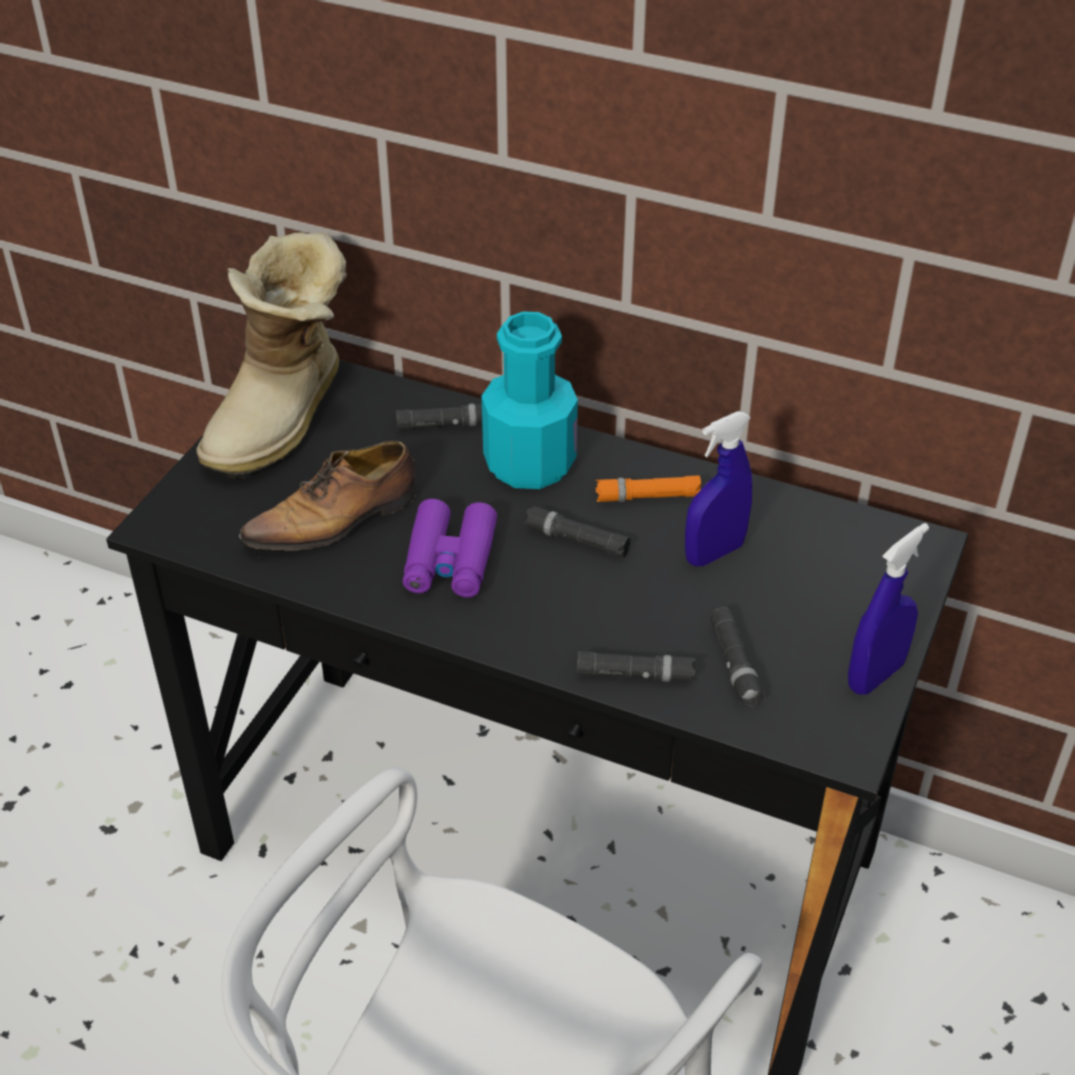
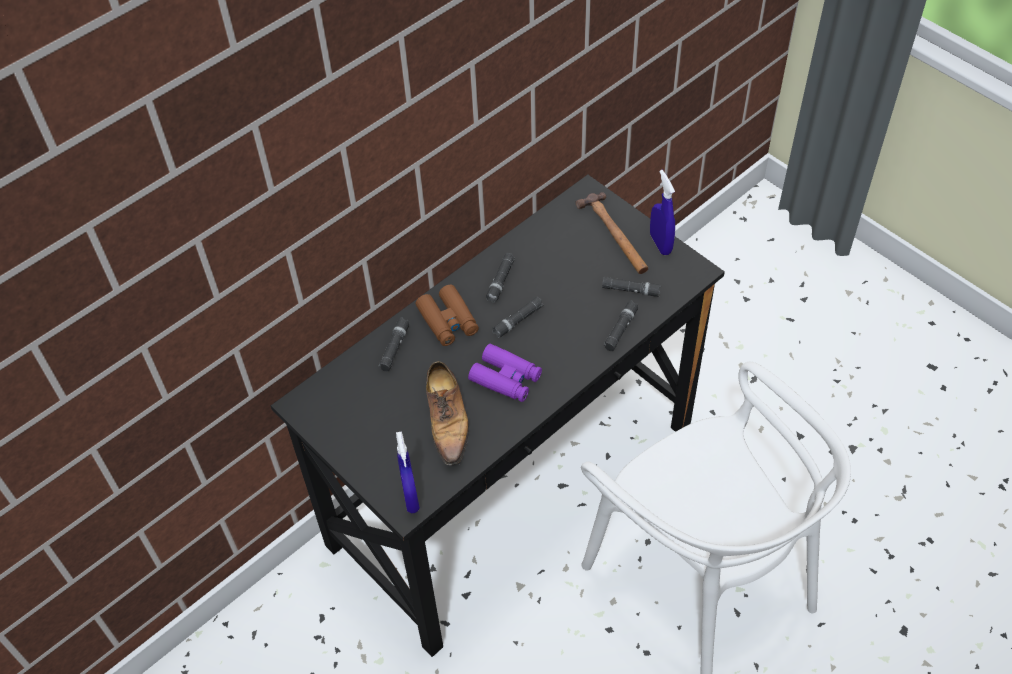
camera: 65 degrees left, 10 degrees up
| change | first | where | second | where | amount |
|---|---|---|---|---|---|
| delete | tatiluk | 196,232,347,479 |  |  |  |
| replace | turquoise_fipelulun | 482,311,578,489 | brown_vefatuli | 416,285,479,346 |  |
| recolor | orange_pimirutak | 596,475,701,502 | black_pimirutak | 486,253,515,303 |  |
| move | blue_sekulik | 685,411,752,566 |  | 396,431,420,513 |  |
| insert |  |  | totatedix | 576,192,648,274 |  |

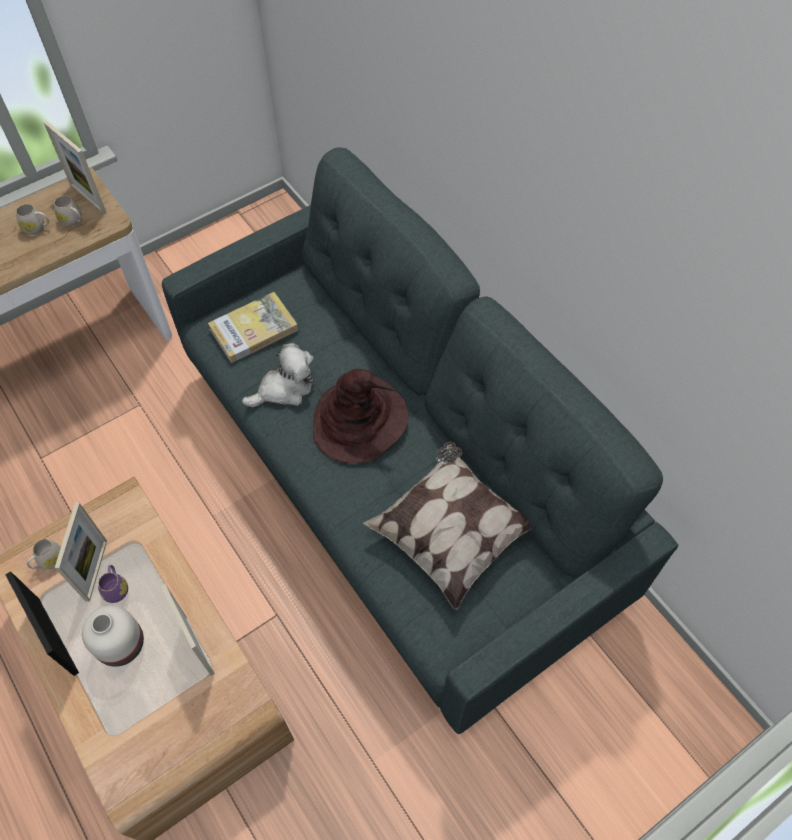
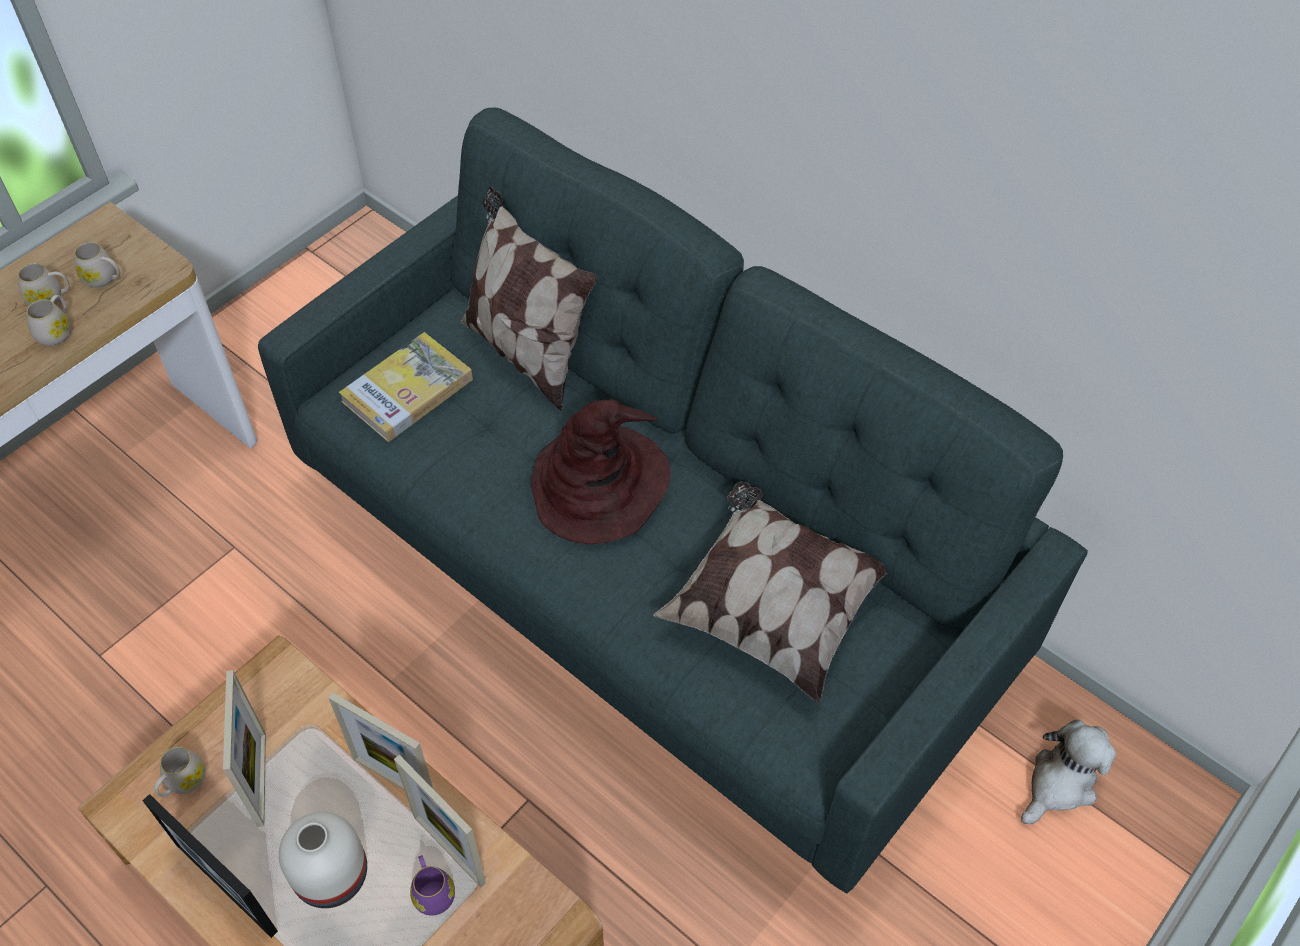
camera: 15 degrees left, 5 degrees down
| change | first | where | second | where | amount |
|---|---|---|---|---|---|
| move | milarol | 43,121,106,214 |  | 328,692,433,790 |  |
| move | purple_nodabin | 98,565,128,603 |  | 410,855,455,916 |  |
| move | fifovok | 242,343,314,407 |  | 1021,719,1116,824 |  |
| insert |  |  | white_nodabin | 27,295,71,346 |  |
| insert |  |  | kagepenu | 461,187,597,411 |  |

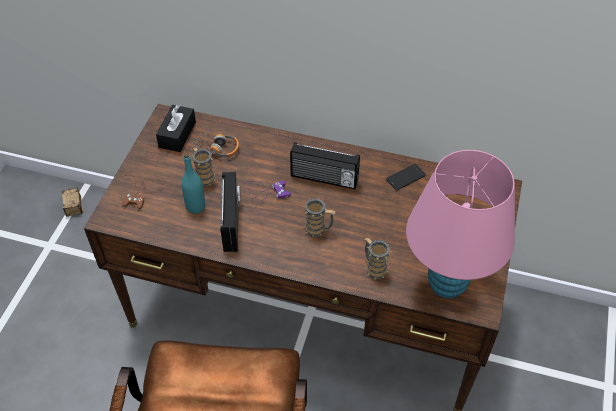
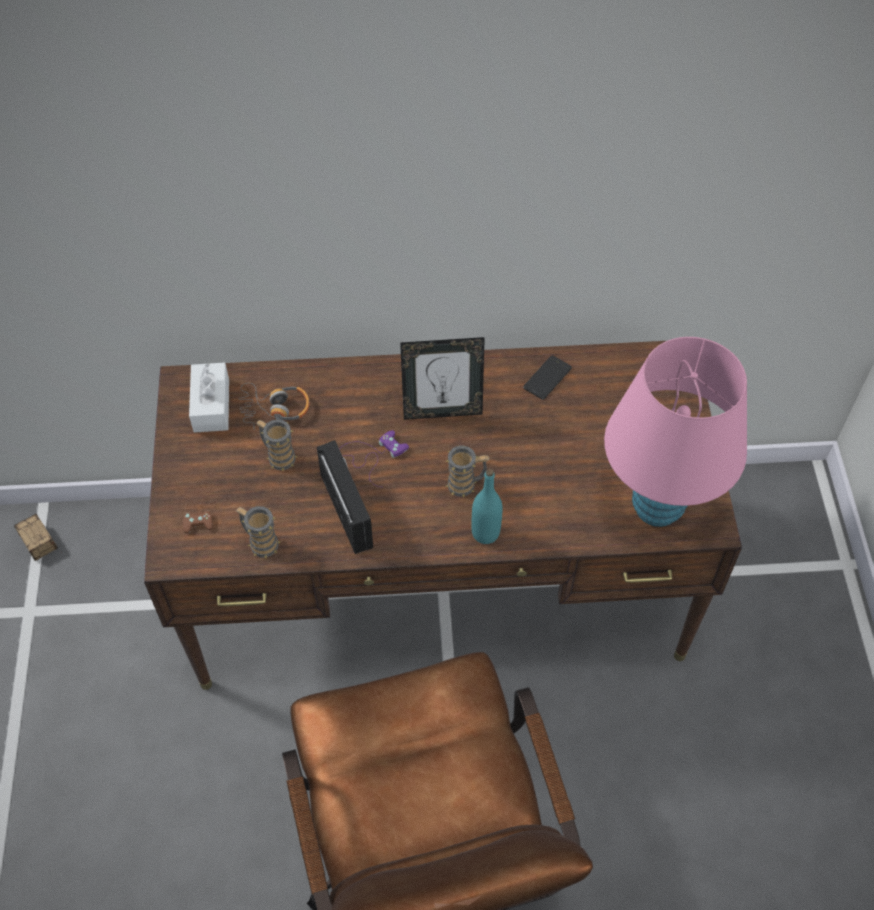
camera: 20 degrees left, 5 degrees up
| change | first | where | second | where | amount |
|---|---|---|---|---|---|
| recolor | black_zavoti | 156,105,196,152 | white_zavoti | 189,363,229,433 |  |
| move | turquoise_fipelulun | 181,153,205,214 |  | 471,469,503,544 |  |
| replace | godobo | 290,142,360,189 | milarol | 400,337,485,420 |  |
| move | nodabin | 365,238,391,279 |  | 236,506,280,558 |  |

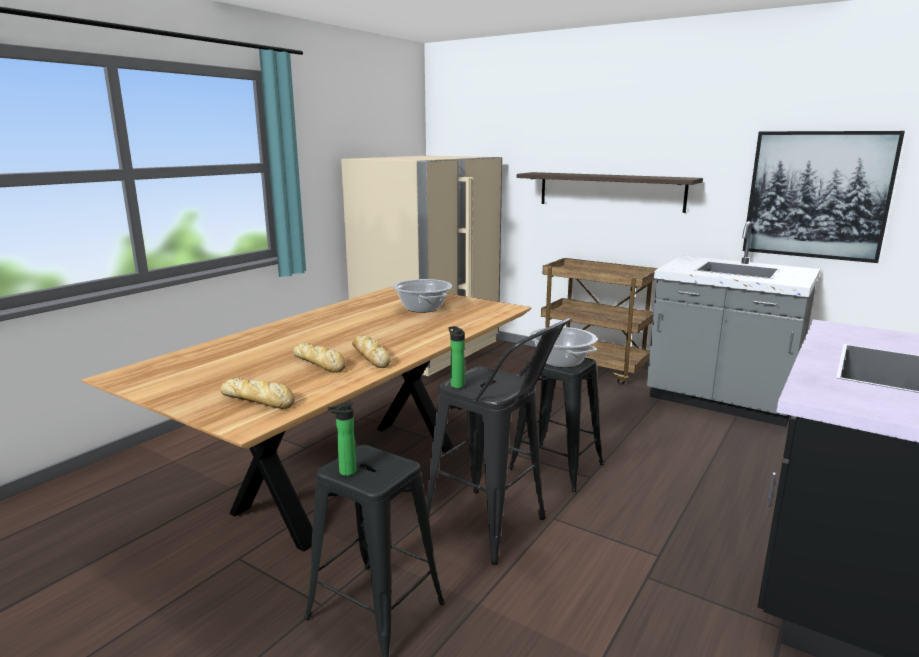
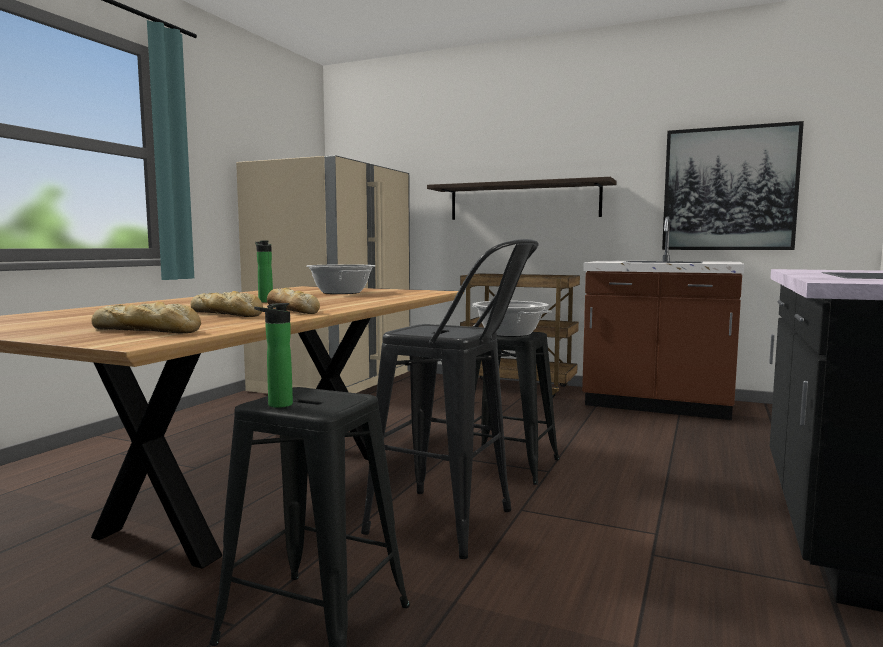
camera: 10 degrees left, 10 degrees down
| change | first | where | second | where | amount |
|---|---|---|---|---|---|
| move | fipelulun | 448,326,465,388 |  | 255,241,273,302 |  |
| recolor | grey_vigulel | 647,221,820,427 | brown_vigulel | 582,216,745,420 |  |

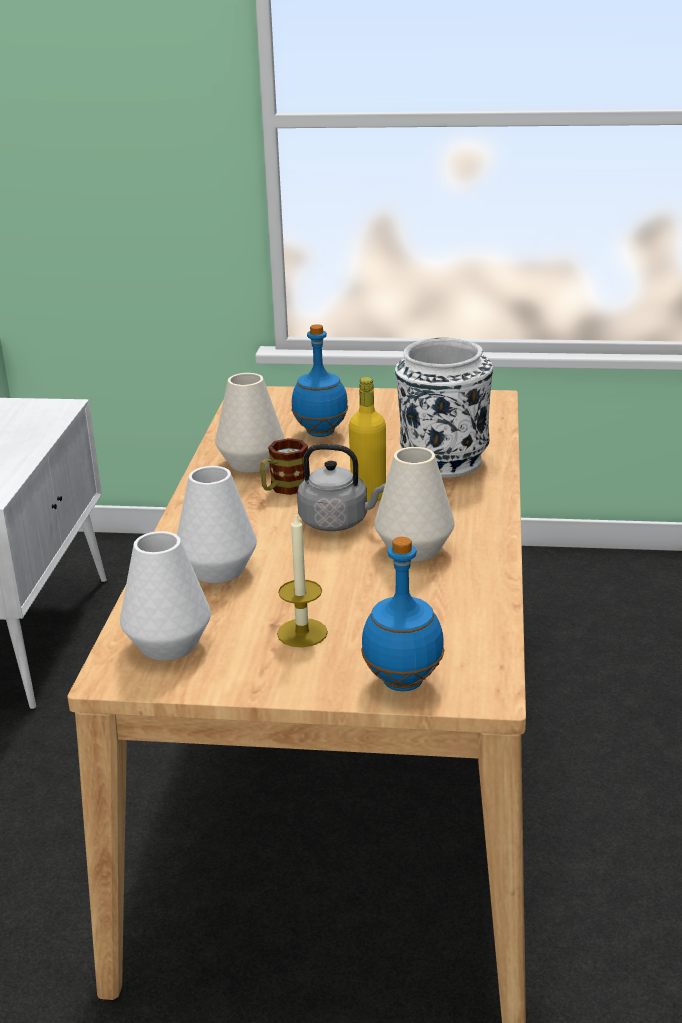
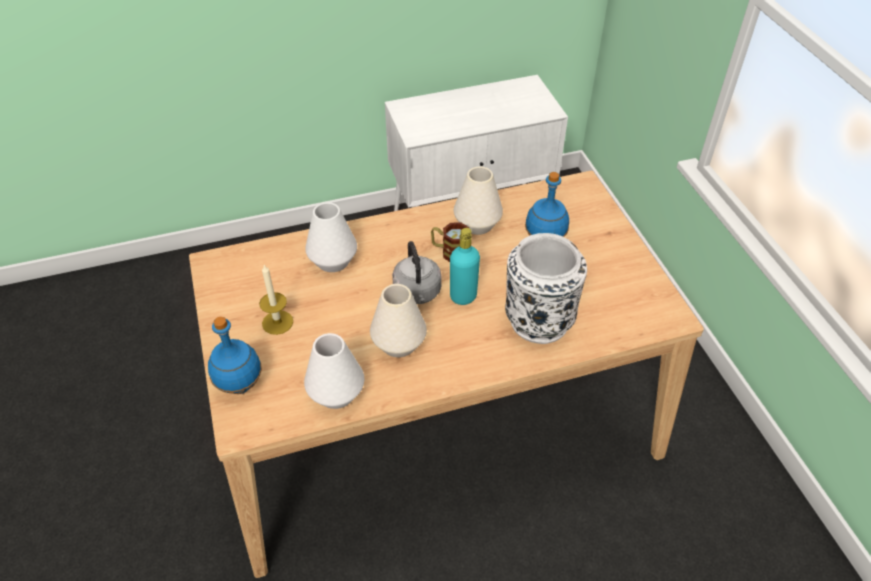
camera: 65 degrees right, 20 degrees up
| change | first | where | second | where | amount |
|---|---|---|---|---|---|
| move | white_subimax | 120,531,211,661 |  | 304,333,364,409 |  |
| recolor | yellow_fipelulun | 349,377,386,502 | turquoise_fipelulun | 450,228,480,305 |  |

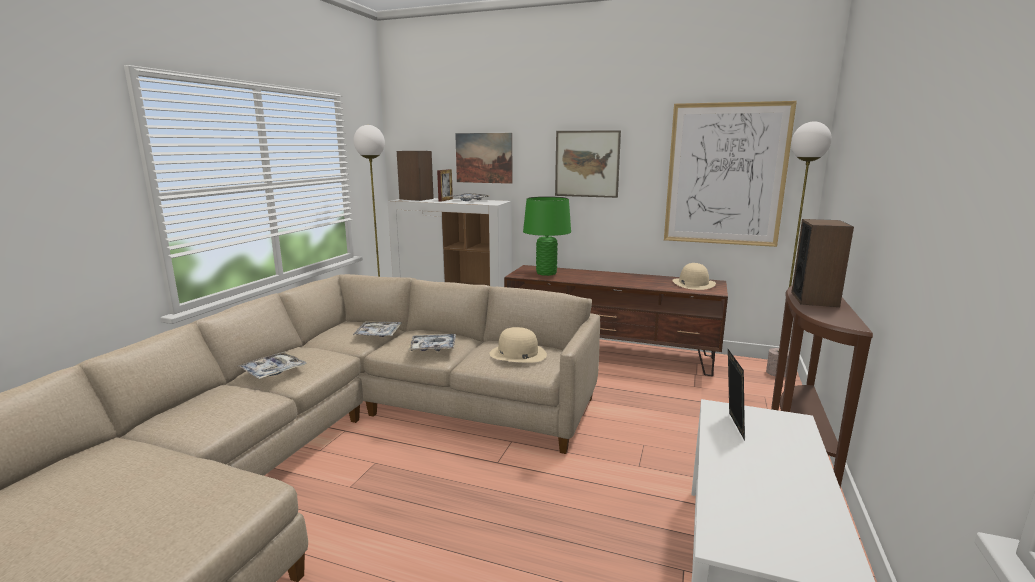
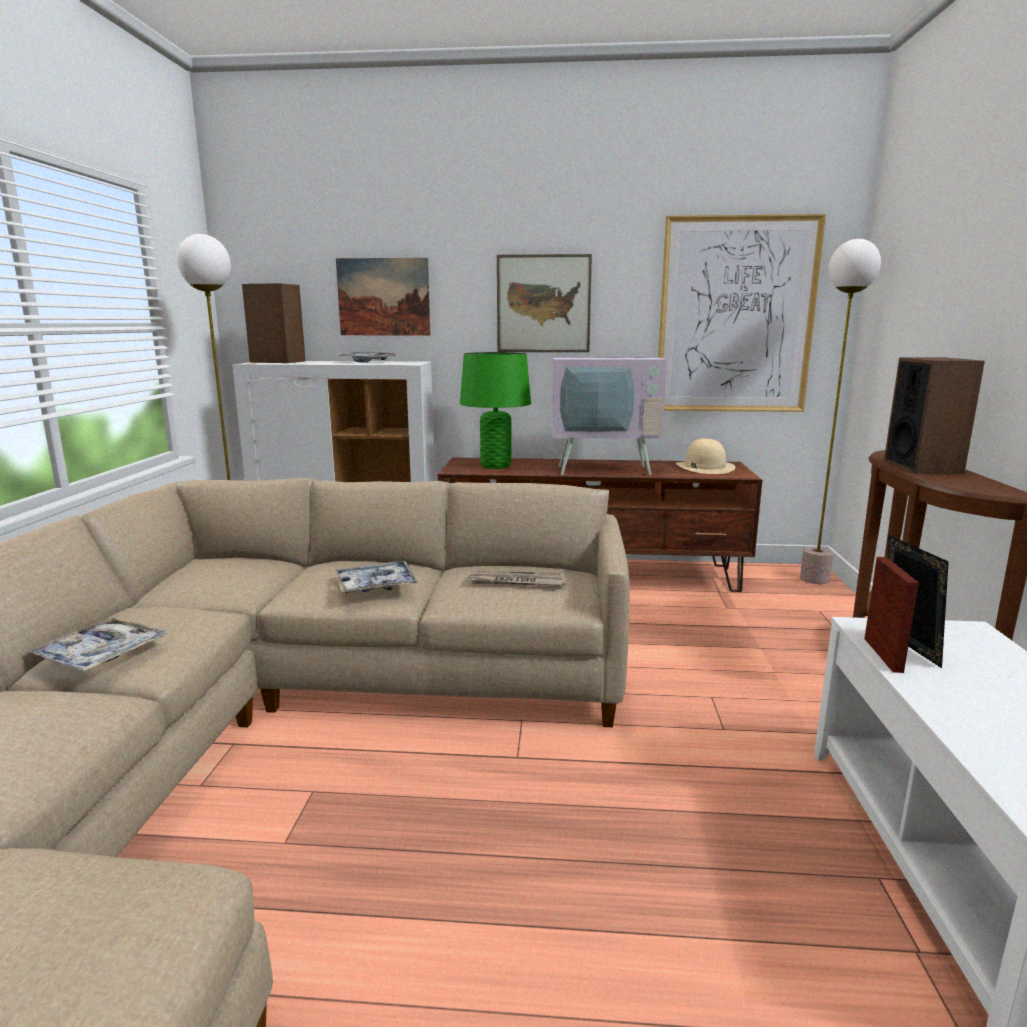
camera: 15 degrees left, 0 degrees up
| change | first | where | second | where | amount |
|---|---|---|---|---|---|
| delete | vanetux | 353,321,402,337 |  |  |  |
| move | milarol | 437,169,453,202 |  | 864,557,919,673 |  |
| replace | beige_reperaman | 489,327,547,363 | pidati | 469,571,566,585 |  |
| insert |  |  | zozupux | 551,312,667,475 |  |

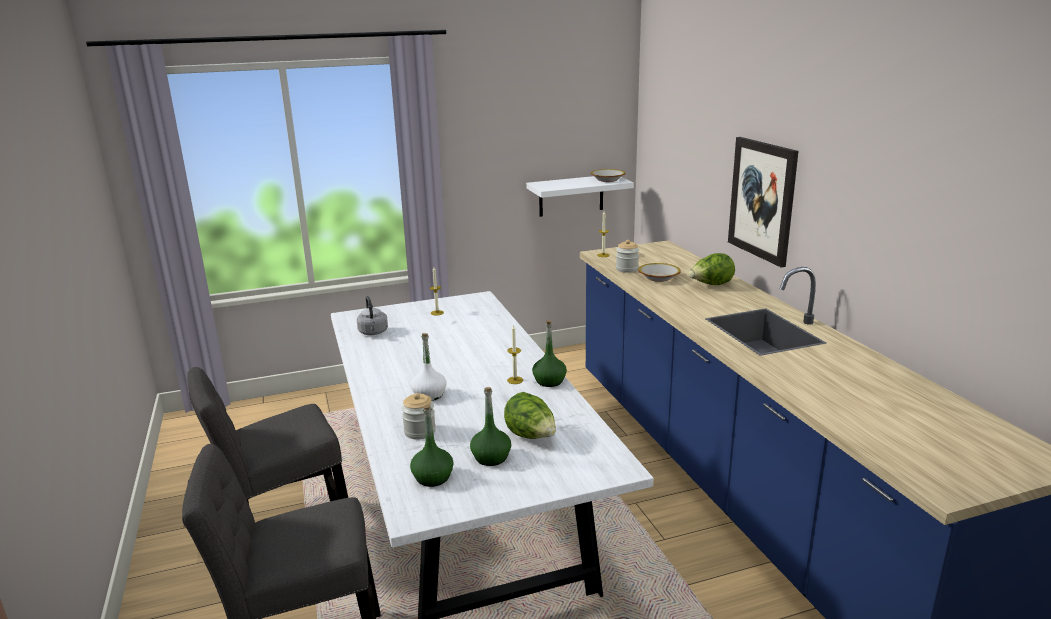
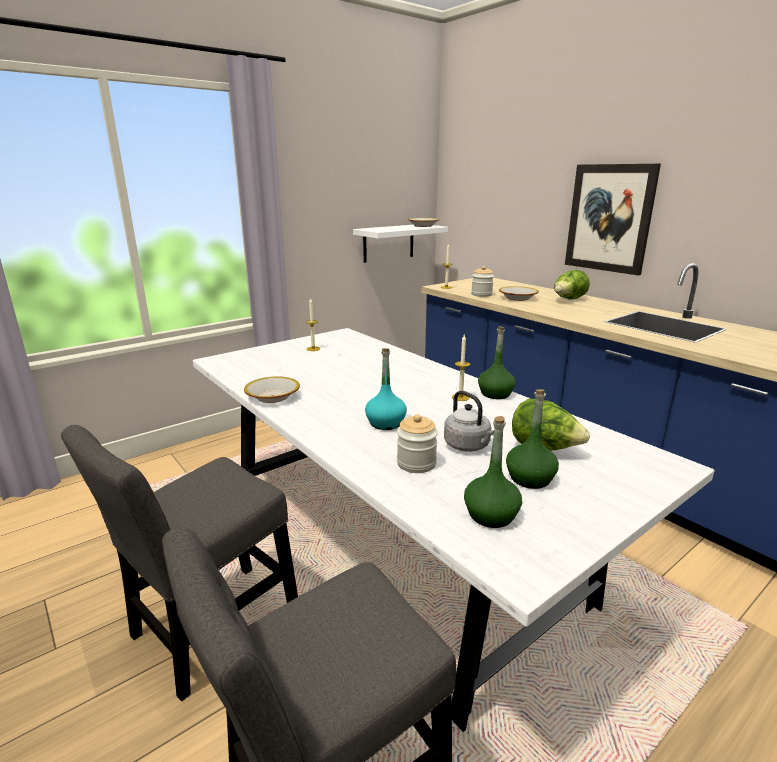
camera: 20 degrees left, 0 degrees up
| change | first | where | second | where | amount |
|---|---|---|---|---|---|
| move | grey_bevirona | 357,296,388,335 |  | 444,391,494,452 |  |
| recolor | white_fipelulun | 411,333,447,401 | turquoise_fipelulun | 365,348,407,430 |  |
| insert |  |  | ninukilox | 244,377,300,403 |  |

